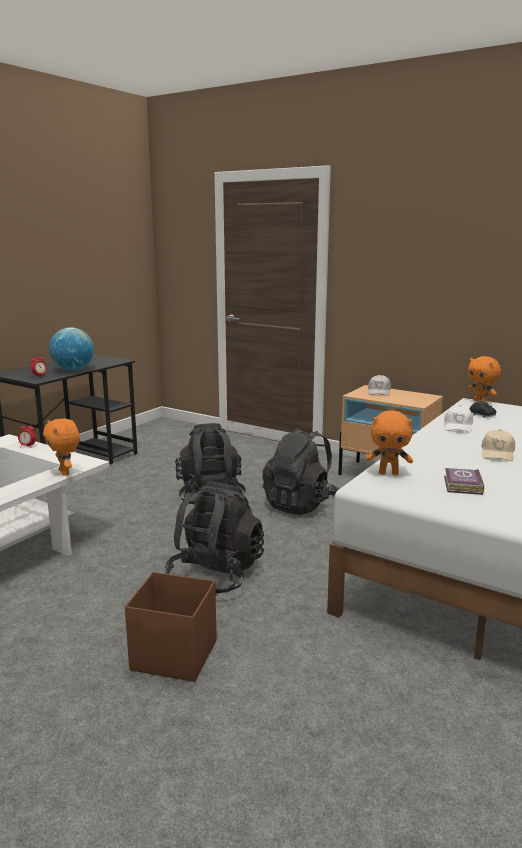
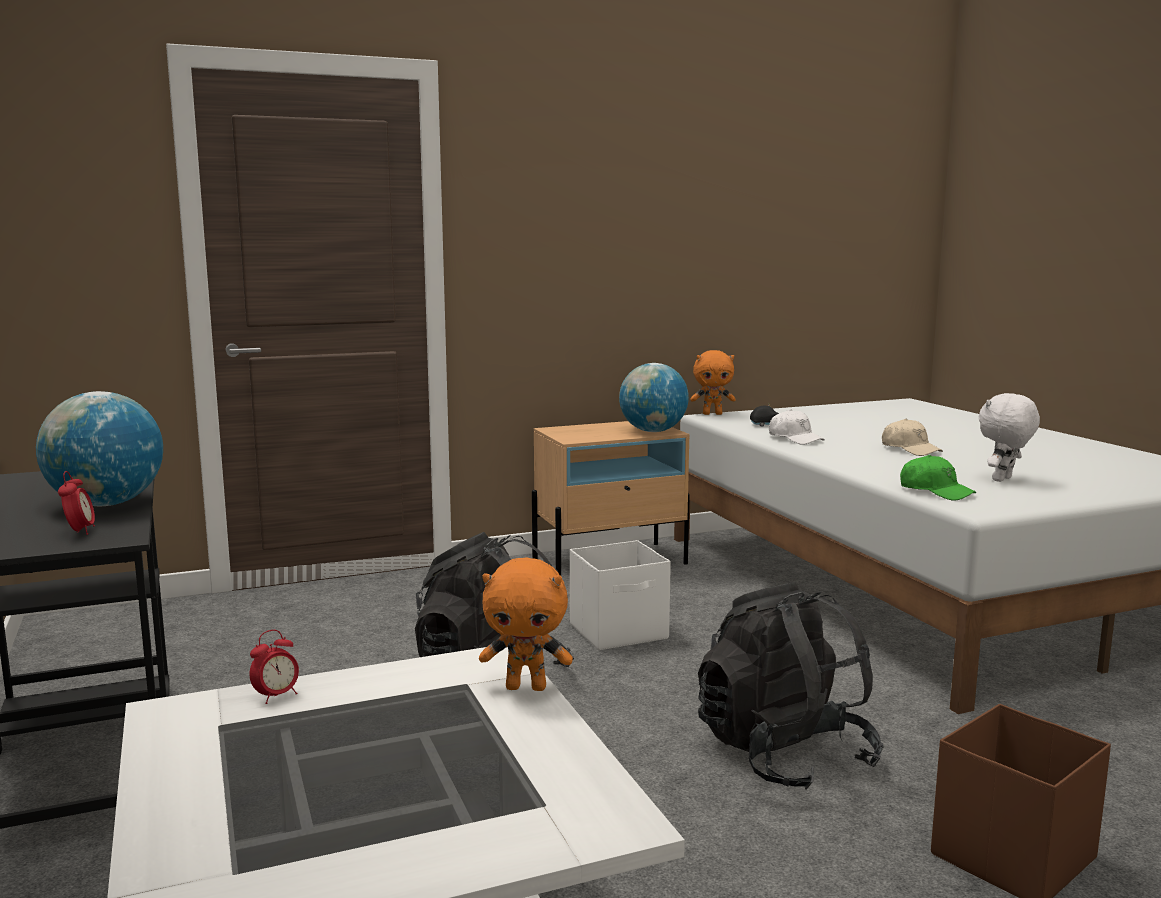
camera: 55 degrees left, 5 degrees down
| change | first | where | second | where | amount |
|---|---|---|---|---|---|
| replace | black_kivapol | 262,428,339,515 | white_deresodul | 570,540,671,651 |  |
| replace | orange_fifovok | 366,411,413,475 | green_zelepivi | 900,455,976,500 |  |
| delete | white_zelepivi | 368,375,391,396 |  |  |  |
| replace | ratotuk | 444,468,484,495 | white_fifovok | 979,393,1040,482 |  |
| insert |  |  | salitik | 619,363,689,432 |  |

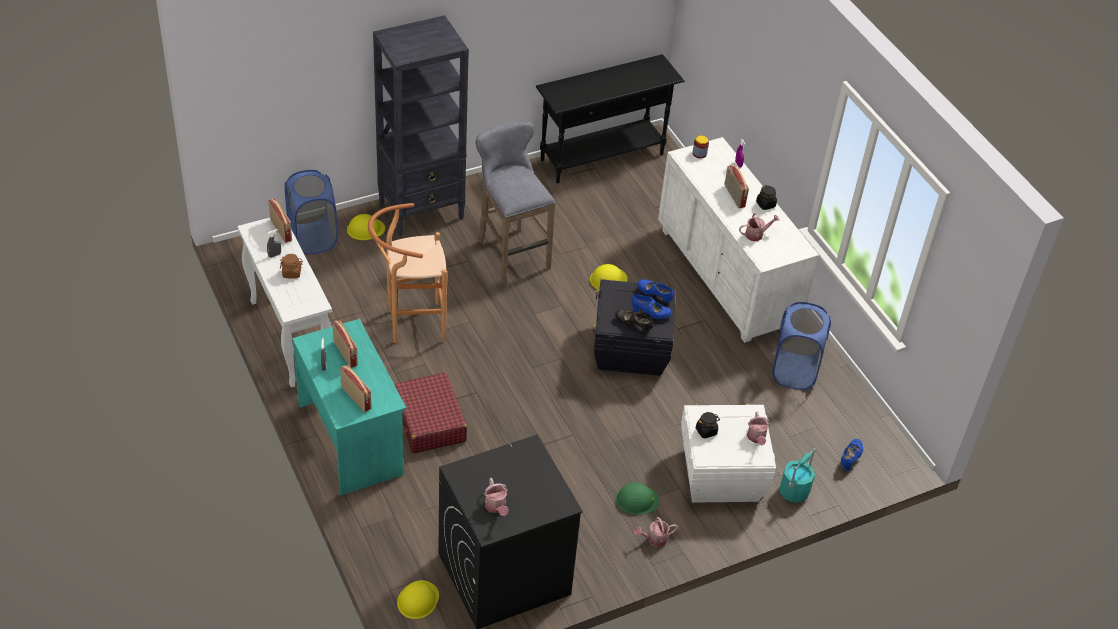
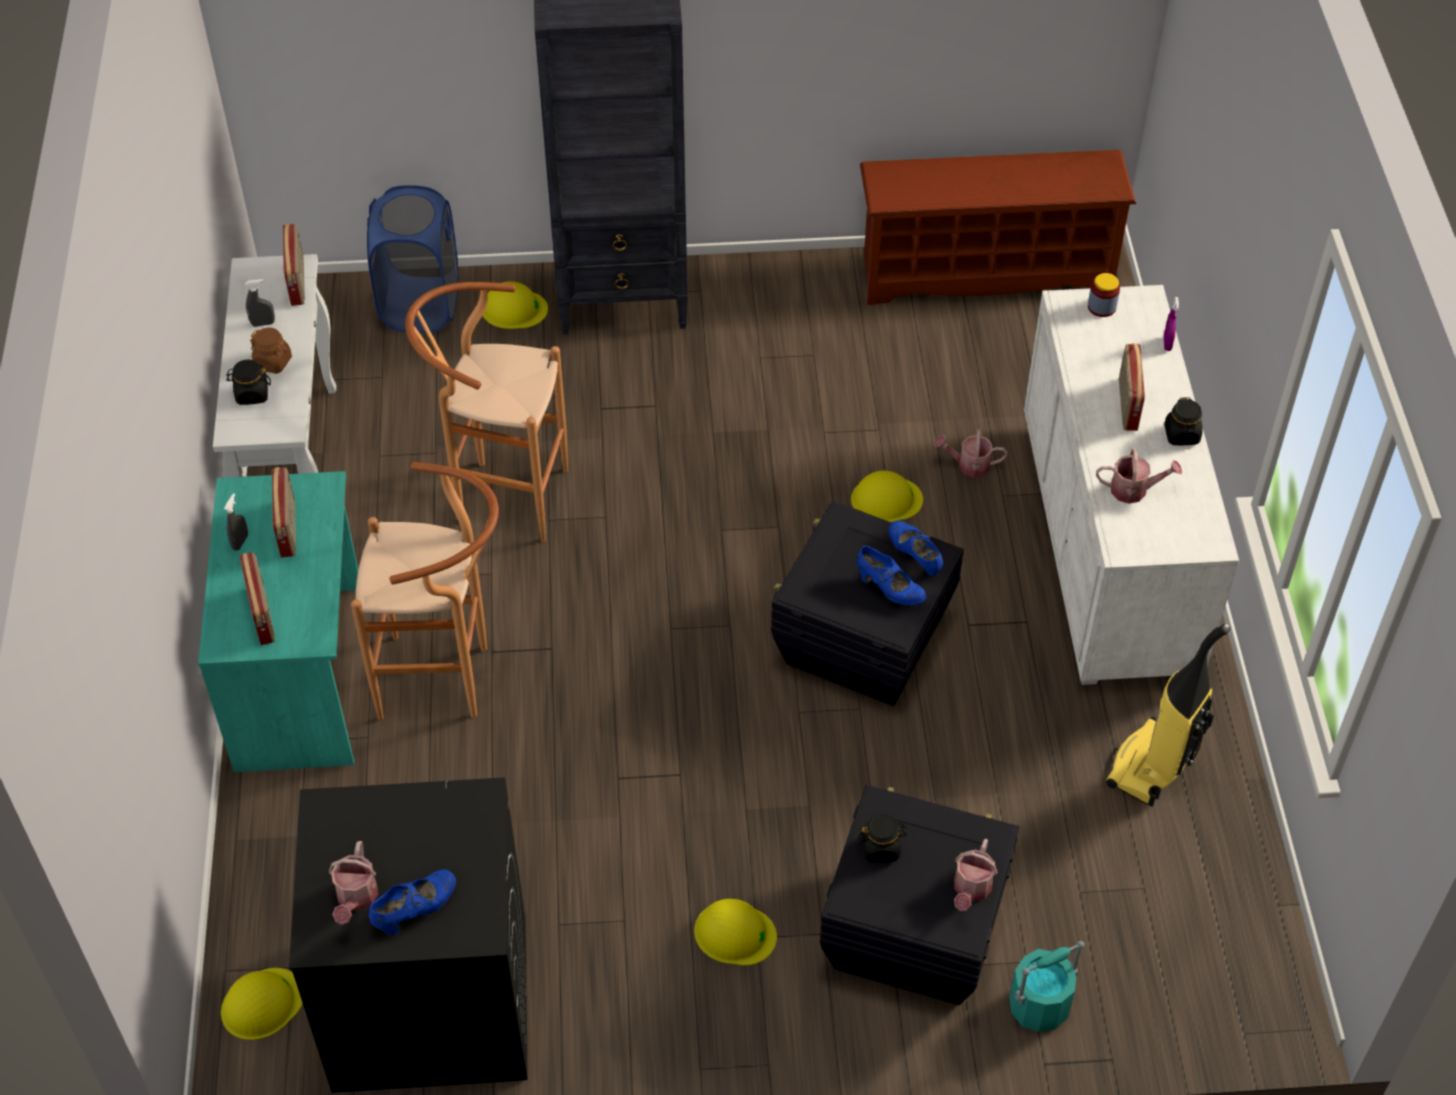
camera: 25 degrees right, 5 degrees up
| change | first | where | second | where | amount |
|---|---|---|---|---|---|
| replace | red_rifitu | 394,372,467,453 | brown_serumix | 351,462,499,720 |  |
| delete | grey_serumix | 476,122,555,284 |  |  |  |
| replace | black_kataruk | 536,54,684,183 | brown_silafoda | 860,150,1136,305 |  |
| delete | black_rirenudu | 615,310,653,332 |  |  |  |
| recolor | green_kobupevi | 616,482,659,515 | yellow_kobupevi | 694,899,777,966 |  |
| move | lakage | 634,517,678,547 |  | 934,429,1008,478 |  |
| recolor | white_deresodul | 681,403,776,503 | black_deresodul | 820,785,1019,1005 |  |
| replace | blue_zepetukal | 771,302,831,390 | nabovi | 1106,623,1231,807 |  |
| move | blue_rirenudu | 841,439,863,471 |  | 369,869,456,935 |  |
| insert |  |  | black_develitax | 226,359,271,405 |  |

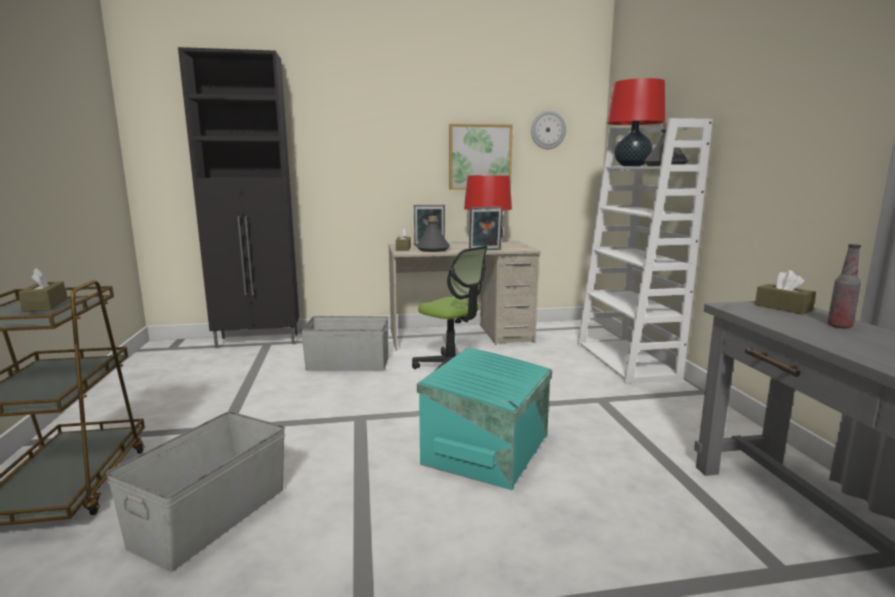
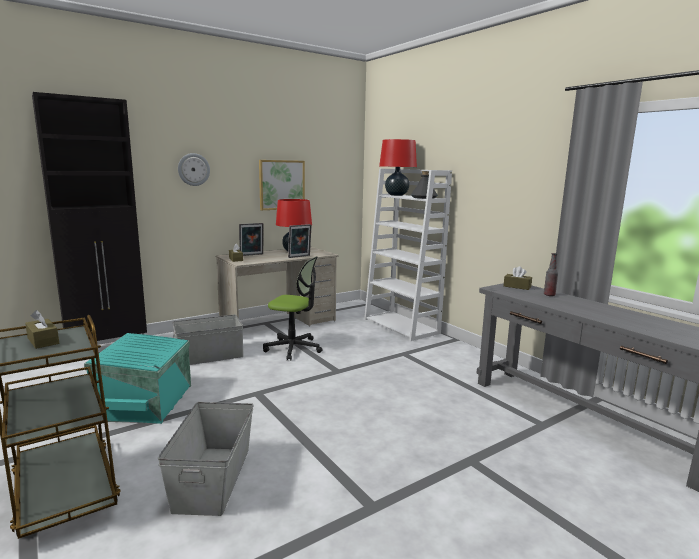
camera: 25 degrees left, 0 degrees up
| change | first | where | second | where | amount |
|---|---|---|---|---|---|
| delete | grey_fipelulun | 416,216,450,252 |  |  |  |
| move | turquoise_deresodul | 417,347,552,490 |  | 84,333,191,424 |  |
| move | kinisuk | 531,111,566,149 |  | 178,153,210,186 |  |

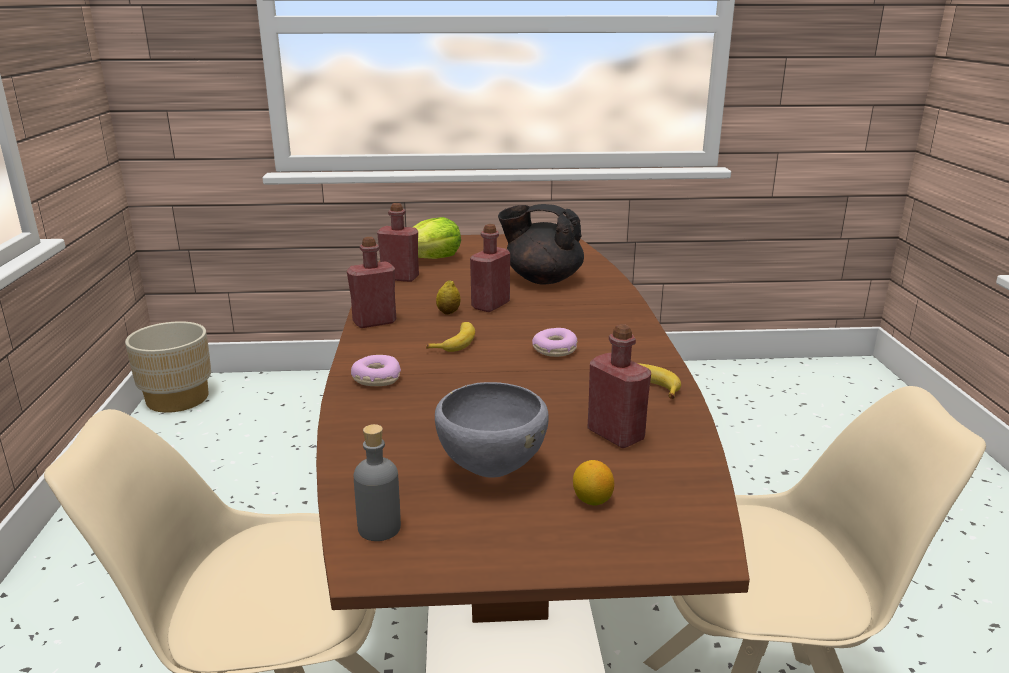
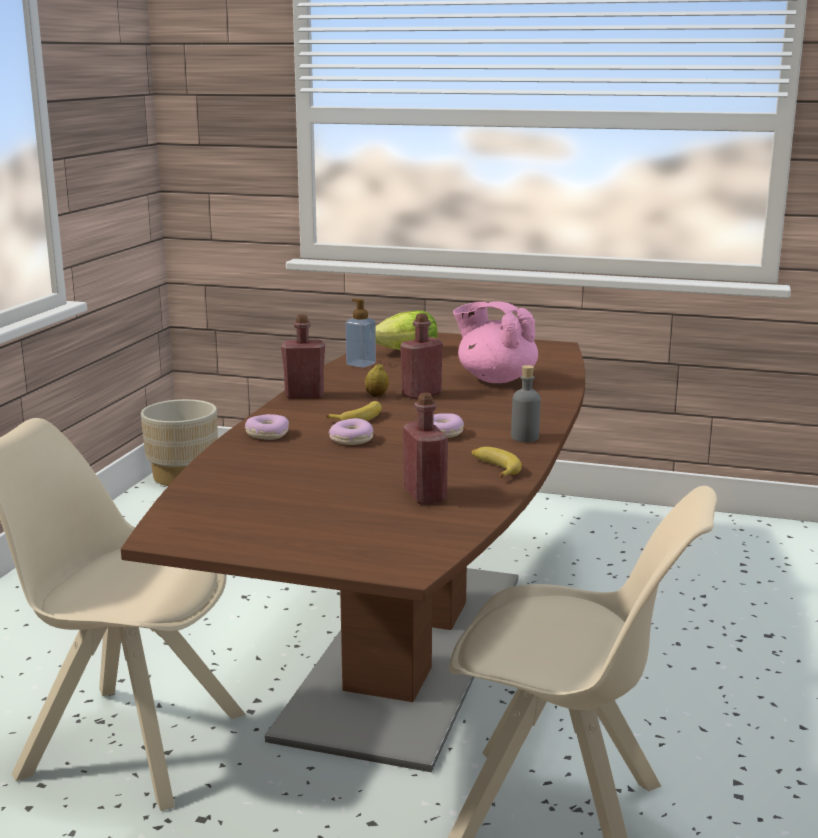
camera: 20 degrees right, 5 degrees down
| change | first | where | second | where | amount |
|---|---|---|---|---|---|
| move | grey_fipelulun | 354,424,401,541 |  | 511,365,541,442 |  |
| replace | red_fipelulun | 377,203,419,282 | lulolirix | 345,299,376,368 |  |
| delete | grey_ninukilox | 435,382,549,478 |  |  |  |
| recolor | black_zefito | 498,204,584,285 | pink_zefito | 453,301,538,383 |  |
| delete | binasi | 573,460,614,506 |  |  |  |
| insert |  |  | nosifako | 329,418,373,445 |  |

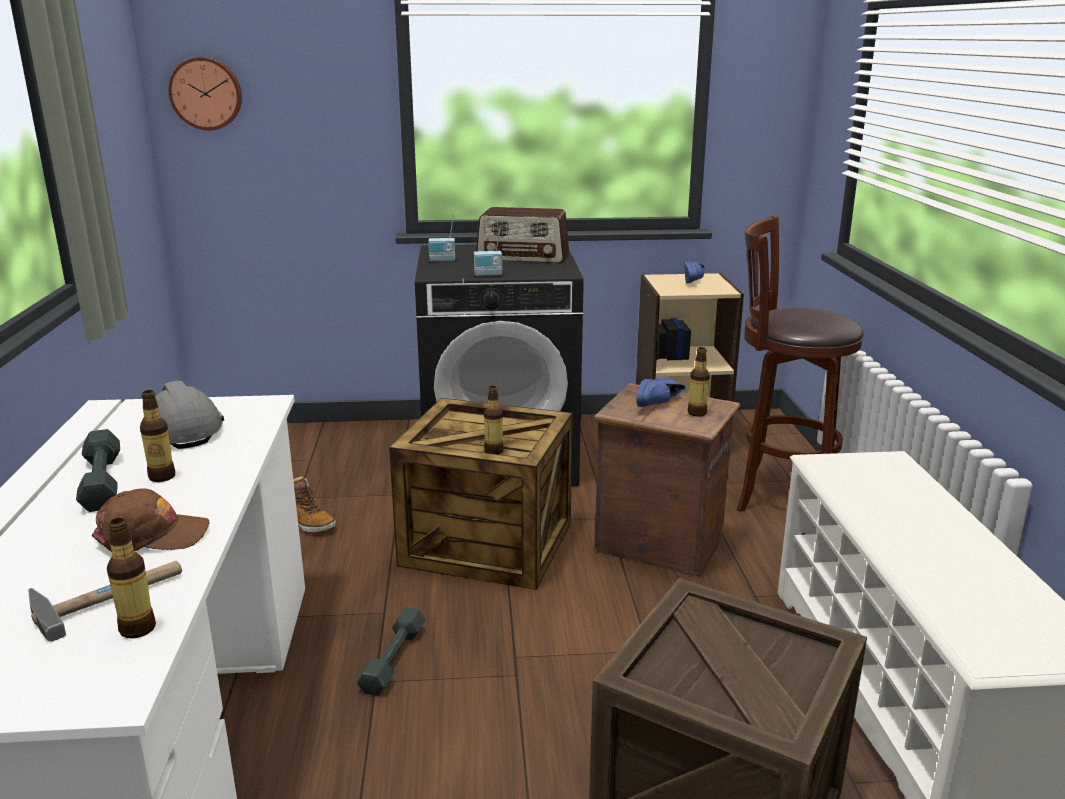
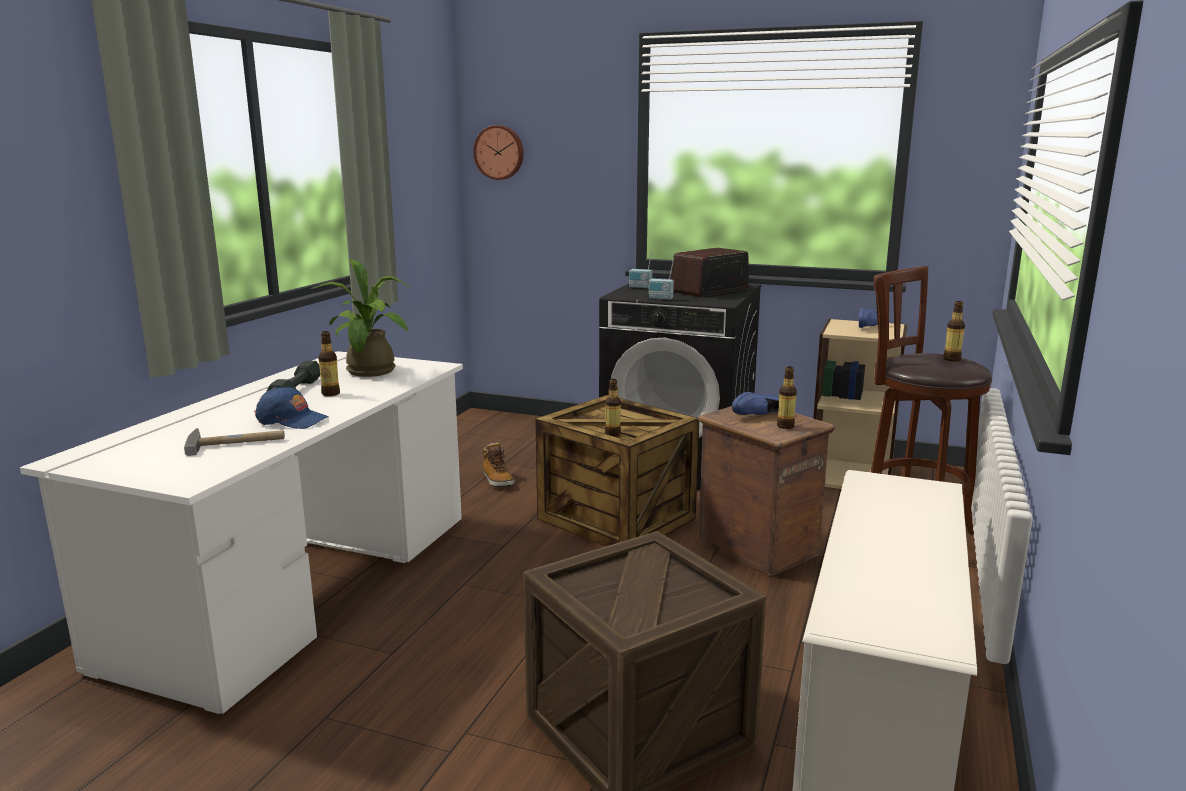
camera: 25 degrees right, 5 degrees down
| change | first | where | second | where | amount |
|---|---|---|---|---|---|
| recolor | brown_zelepivi | 92,488,210,552 | blue_zelepivi | 254,387,329,429 |  |
| move | fipelulun | 107,518,156,638 |  | 943,301,965,361 |  |
| replace | grey_kobupevi | 140,381,224,449 | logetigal | 311,259,412,377 |  |
| delete | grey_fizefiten | 357,607,426,696 |  |  |  |
| rotate | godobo | 476,207,569,263 |  | 671,248,749,297 | 105 degrees clockwise |

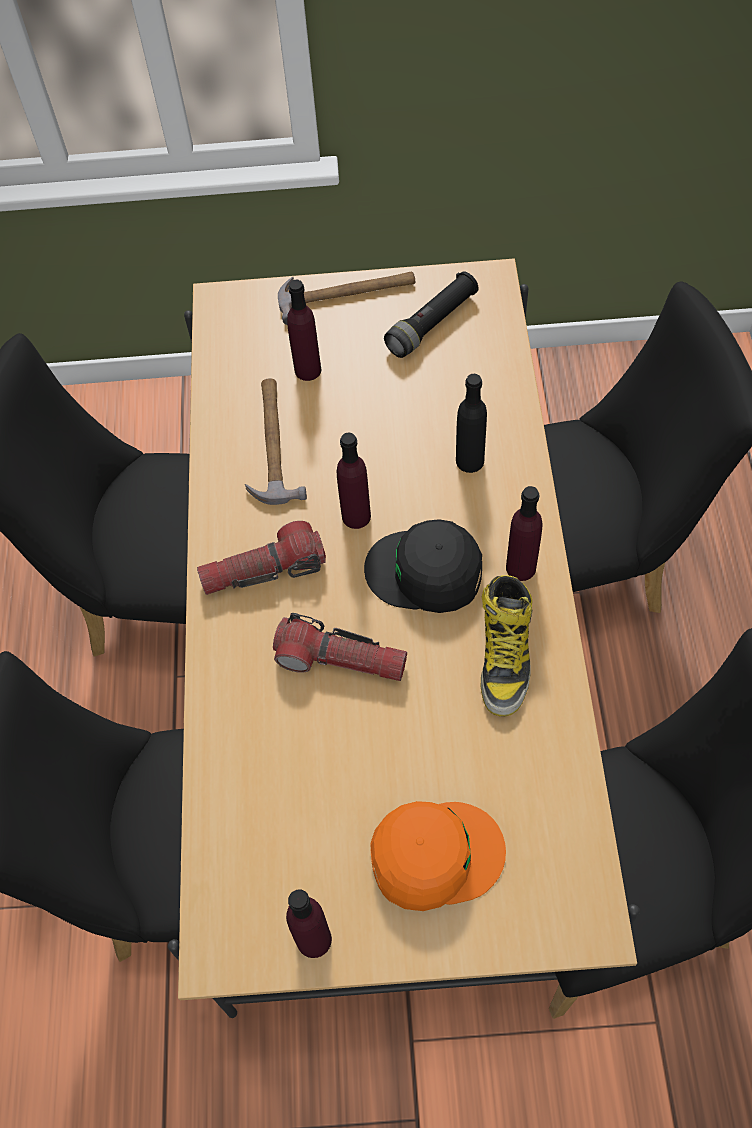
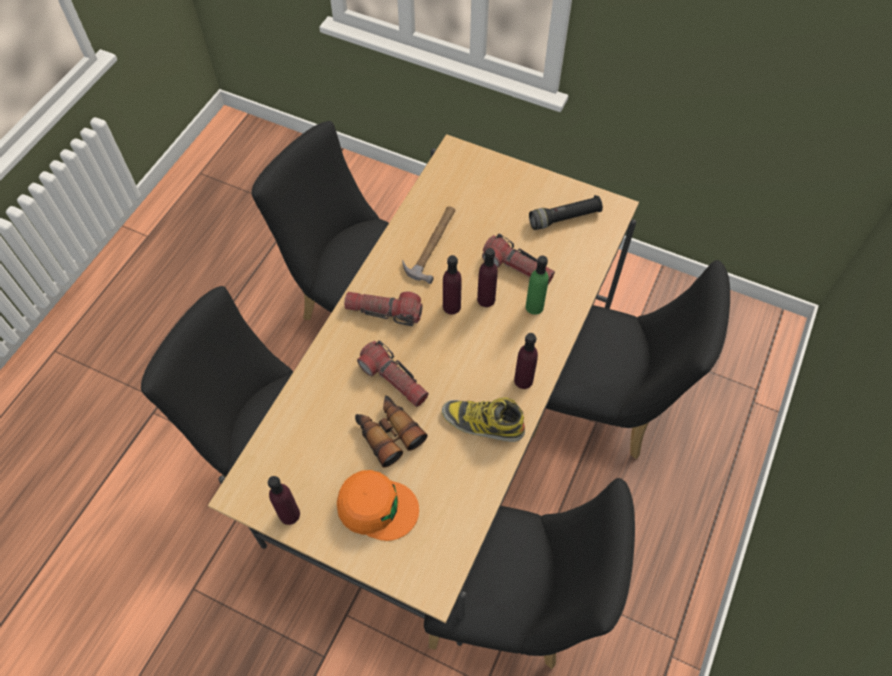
camera: 25 degrees right, 0 degrees up
| change | first | where | second | where | amount |
|---|---|---|---|---|---|
| delete | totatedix | 278,272,415,325 |  |  |  |
| move | purple_fipelulun | 287,280,321,381 |  | 477,248,498,307 |  |
| delete | black_zelepivi | 364,519,482,613 |  |  |  |
| recolor | black_fipelulun | 456,374,487,473 | green_fipelulun | 526,255,549,315 |  |
| rotate | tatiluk | 481,575,533,717 |  | 442,397,525,442 | 75 degrees clockwise |
| insert |  |  | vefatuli | 355,395,428,468 |  |
| insert |  |  | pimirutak | 482,234,555,285 |  |

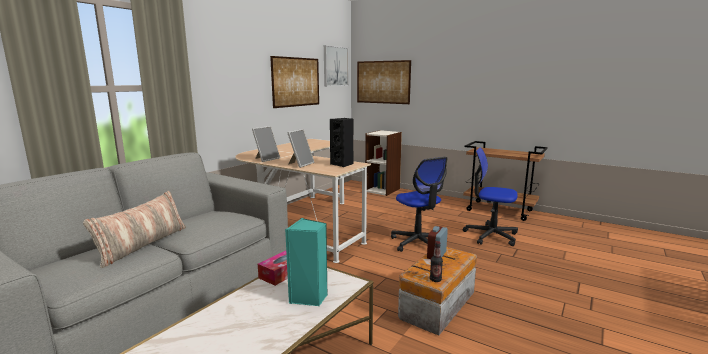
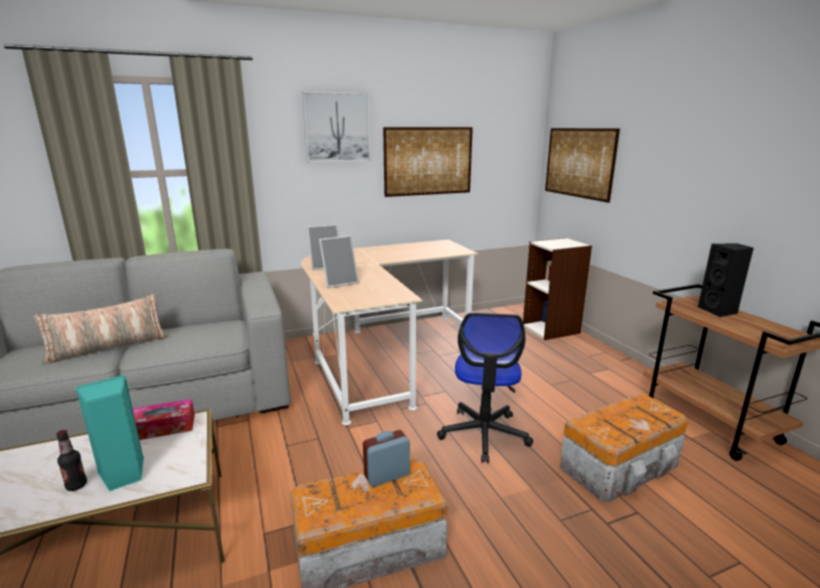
camera: 35 degrees right, 5 degrees up
| change | first | where | second | where | amount |
|---|---|---|---|---|---|
| move | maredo | 324,45,349,86 |  | 302,92,371,162 |  |
| move | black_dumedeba | 330,118,353,167 |  | 698,243,754,317 |  |
| move | fipelulun | 430,241,443,282 |  | 56,430,87,491 |  |
| replace | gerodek | 462,147,518,246 | deresodul | 559,393,688,502 |  |

